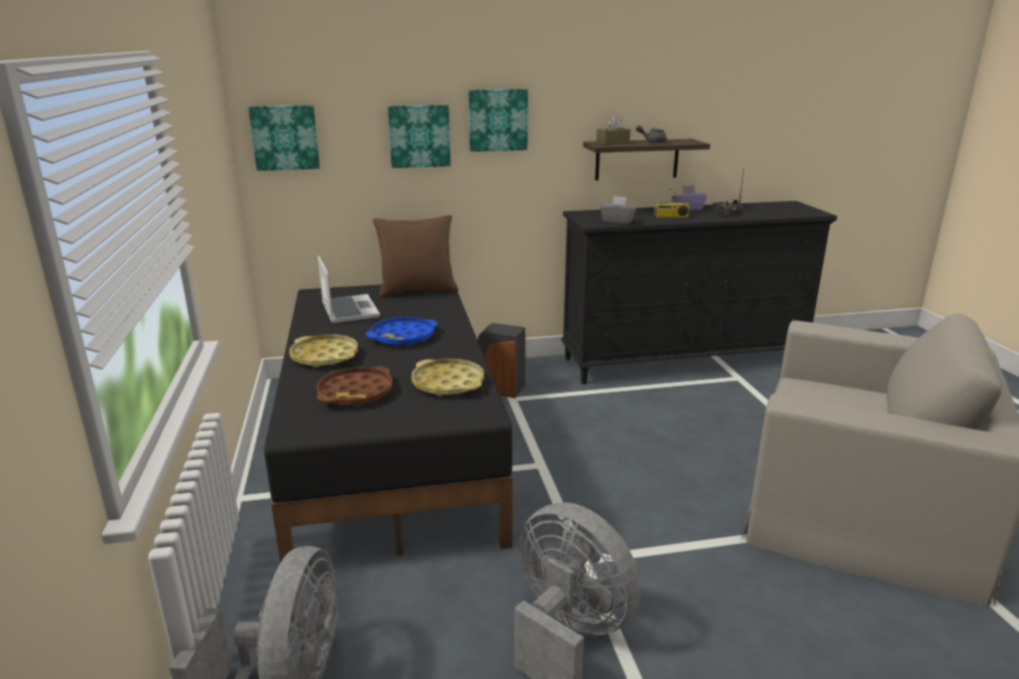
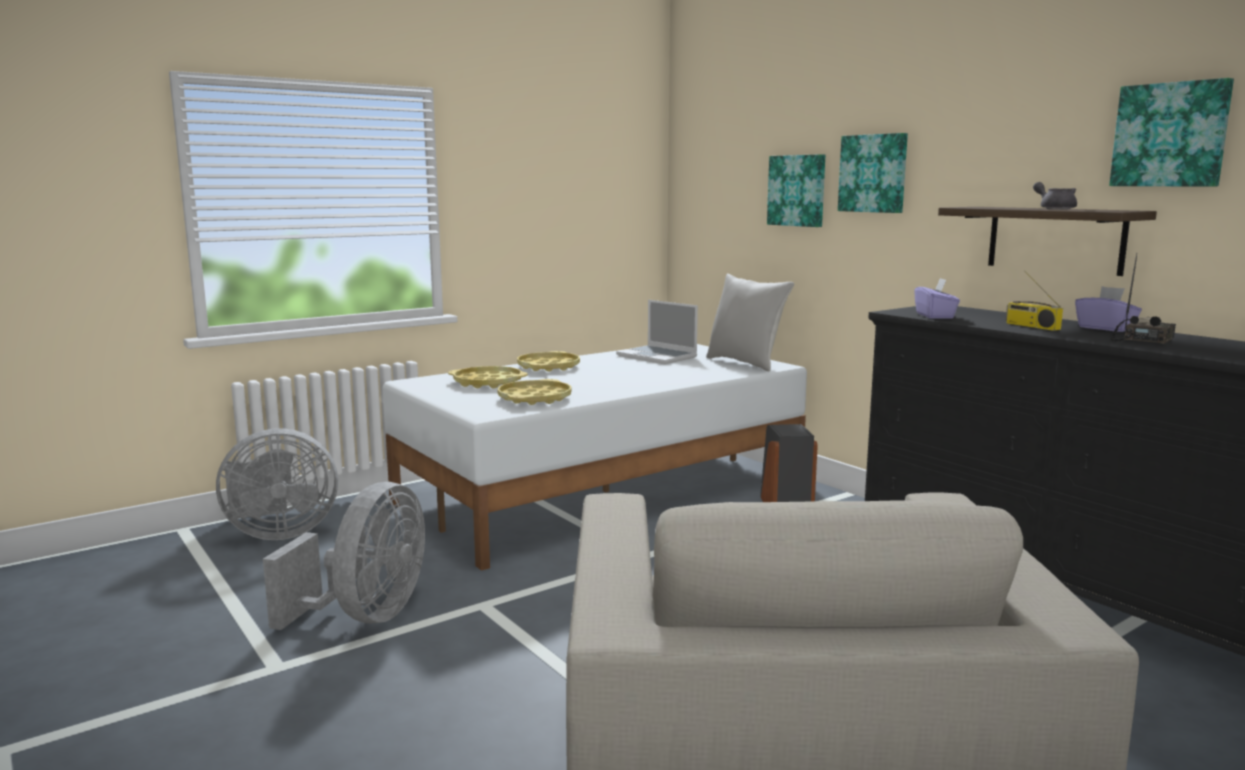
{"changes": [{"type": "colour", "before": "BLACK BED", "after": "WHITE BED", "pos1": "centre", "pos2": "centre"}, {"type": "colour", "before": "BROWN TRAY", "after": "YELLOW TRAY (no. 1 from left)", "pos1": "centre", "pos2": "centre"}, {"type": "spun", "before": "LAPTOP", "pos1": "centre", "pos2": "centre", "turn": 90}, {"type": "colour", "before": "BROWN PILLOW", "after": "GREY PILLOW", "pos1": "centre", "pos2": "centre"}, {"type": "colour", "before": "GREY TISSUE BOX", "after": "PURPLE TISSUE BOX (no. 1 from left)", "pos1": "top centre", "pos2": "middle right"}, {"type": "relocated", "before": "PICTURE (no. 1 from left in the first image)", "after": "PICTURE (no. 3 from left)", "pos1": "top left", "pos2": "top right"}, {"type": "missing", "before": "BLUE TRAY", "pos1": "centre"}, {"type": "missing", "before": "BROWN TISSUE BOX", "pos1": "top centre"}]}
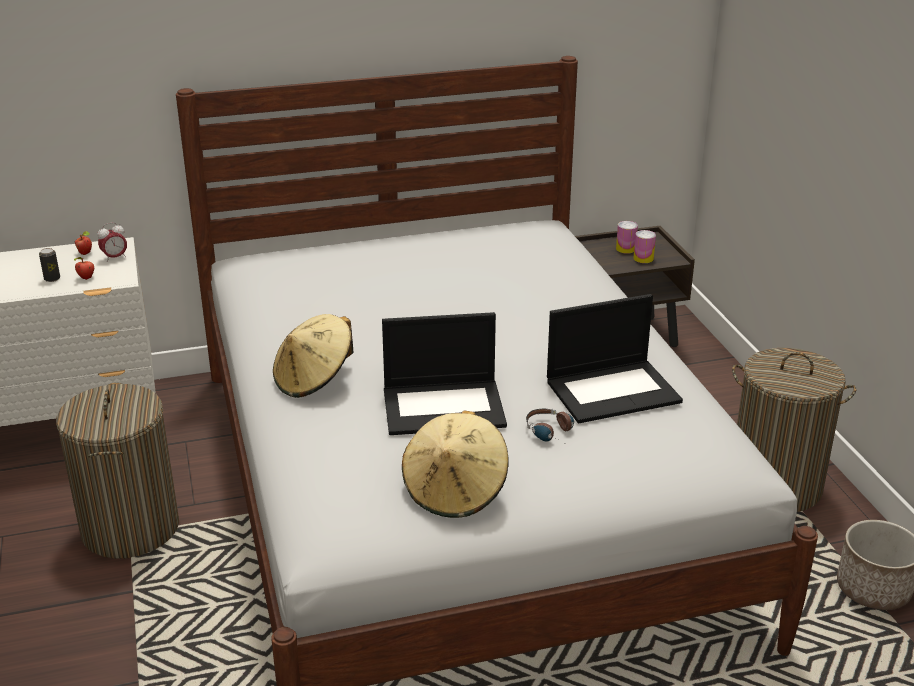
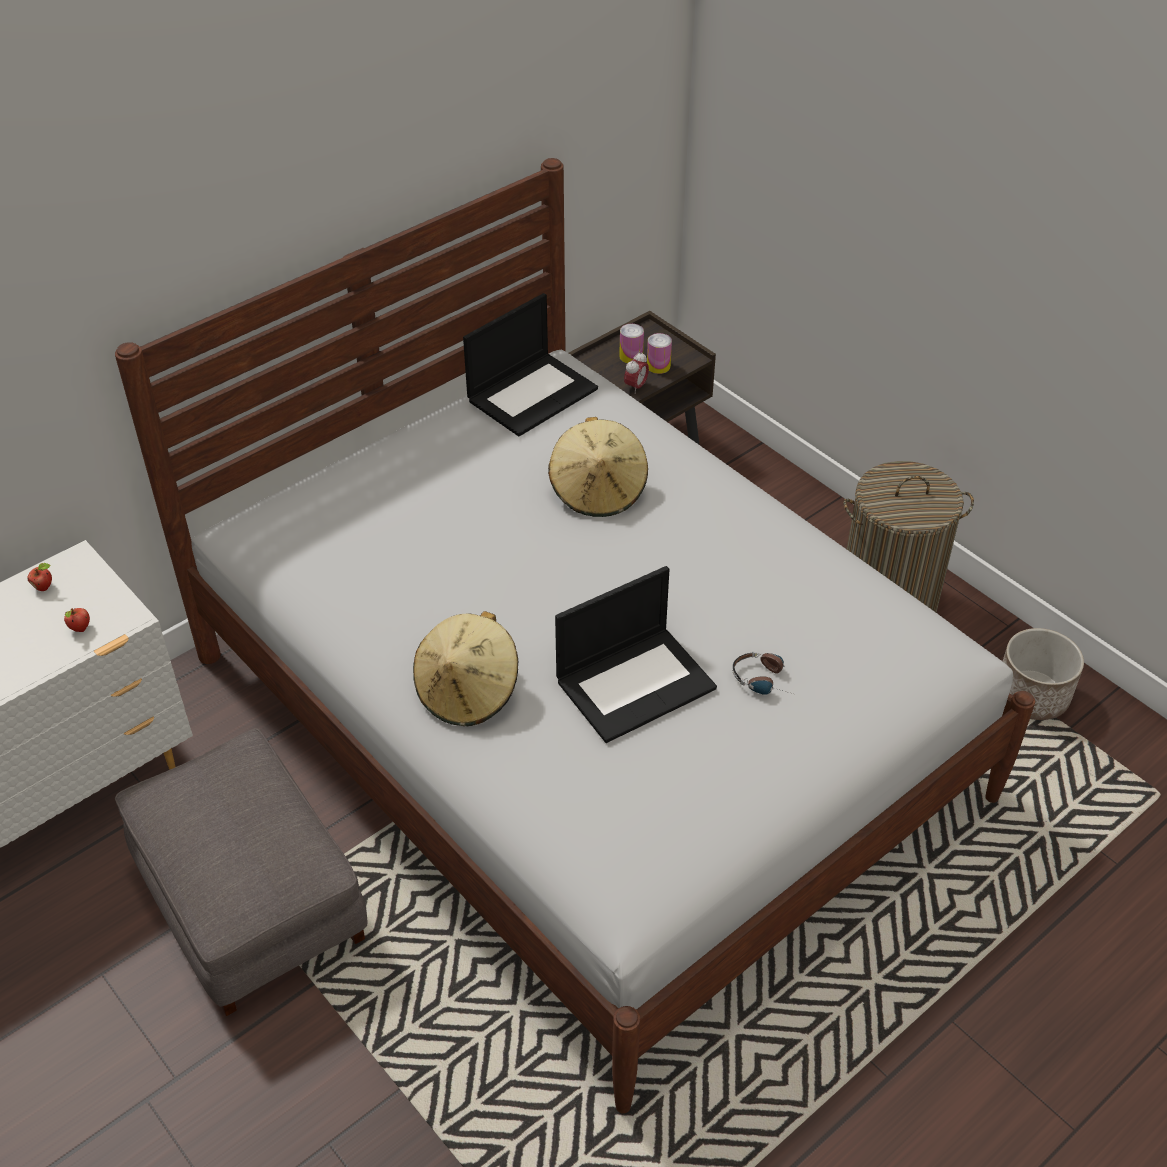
{"changes": [{"type": "exchanged", "before": "LAUNDRY BASKET (no. 1 from left)", "after": "GREY OTTOMAN", "pos1": "bottom left", "pos2": "bottom left"}, {"type": "relocated", "before": "LAPTOP (no. 2 from left in the first image)", "after": "LAPTOP (no. 1 from left)", "pos1": "middle right", "pos2": "top centre"}, {"type": "relocated", "before": "BEIGE HAT (no. 2 from left)", "pos1": "bottom centre", "pos2": "centre"}, {"type": "relocated", "before": "ALARM CLOCK", "pos1": "middle left", "pos2": "top centre"}, {"type": "missing", "before": "CAN (no. 1 from left)", "pos1": "middle left"}]}
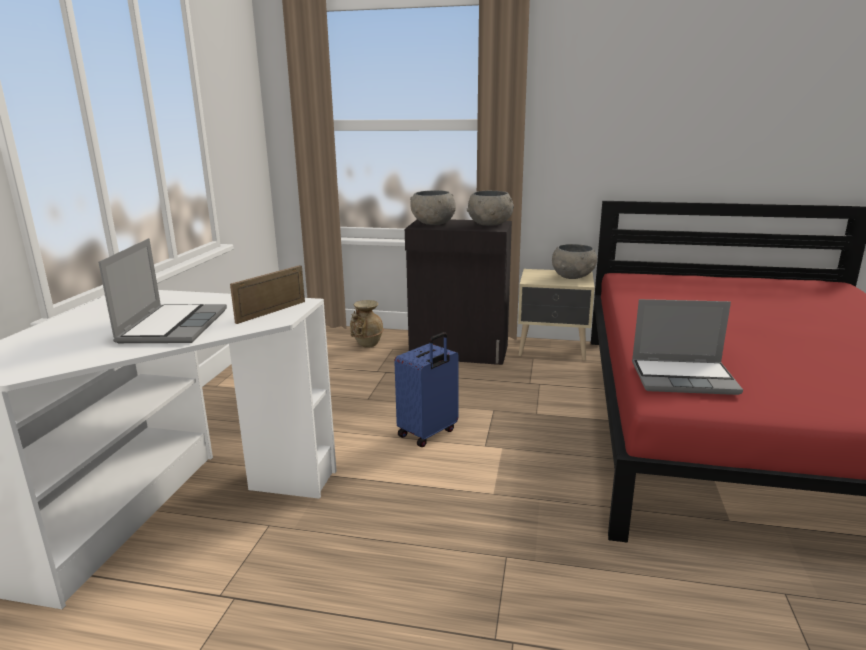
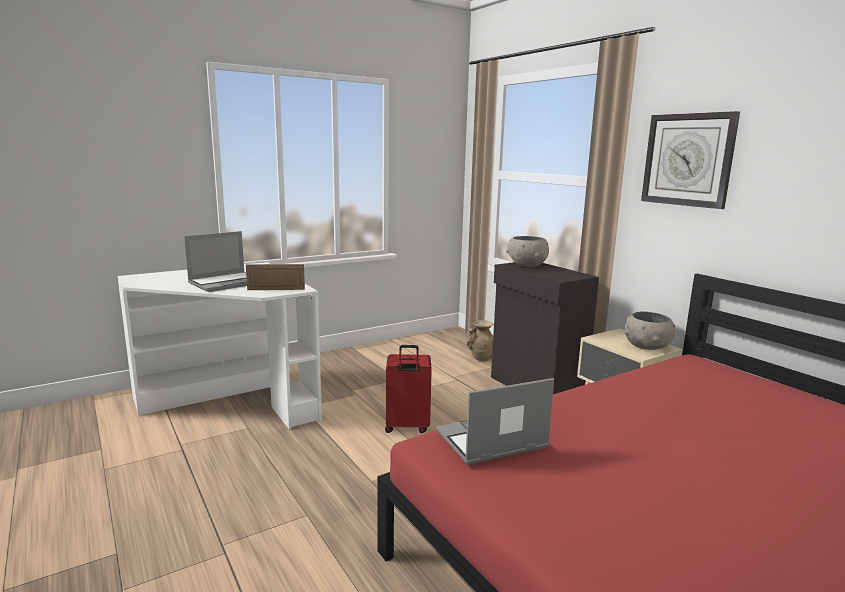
{"changes": [{"type": "colour", "before": "BLUE SUITCASE", "after": "RED SUITCASE", "pos1": "centre", "pos2": "centre"}, {"type": "spun", "before": "LAPTOP (no. 2 from left)", "pos1": "middle right", "pos2": "bottom centre", "turn": 105}, {"type": "appeared", "after": "WALL CLOCK", "pos2": "top right"}, {"type": "missing", "before": "GREY BOWL (no. 2 from left)", "pos1": "top centre"}]}
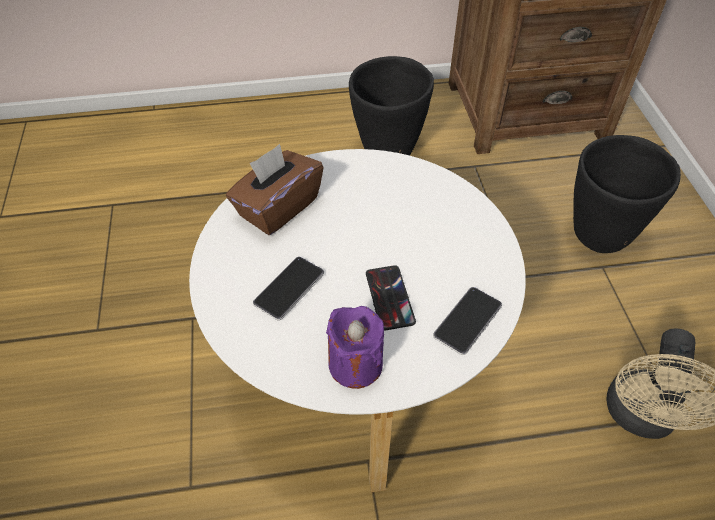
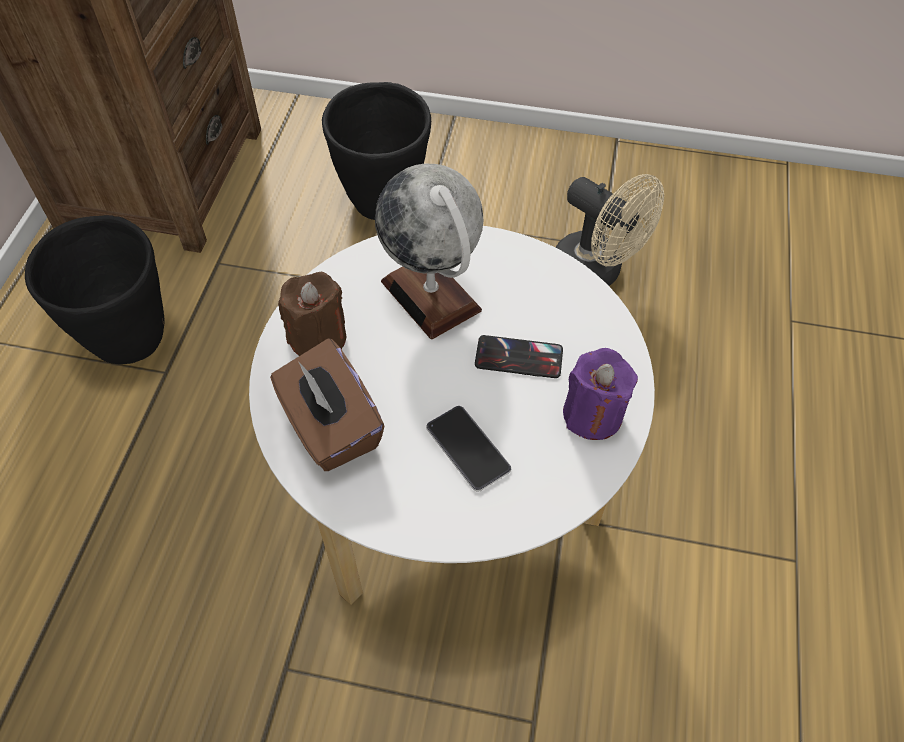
{"changes": [{"type": "appeared", "after": "BROWN CANDLE", "pos2": "centre"}, {"type": "appeared", "after": "GLOBE", "pos2": "centre"}, {"type": "missing", "before": "PHONE (no. 3 from left)", "pos1": "centre"}]}
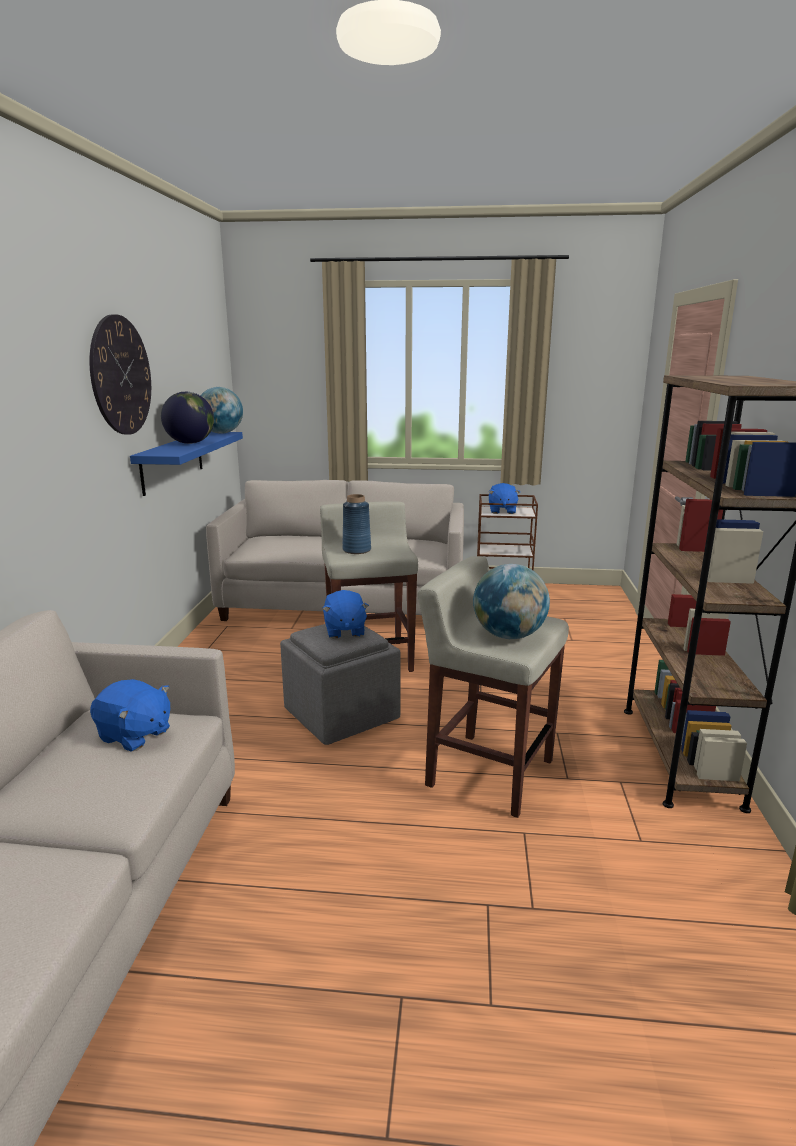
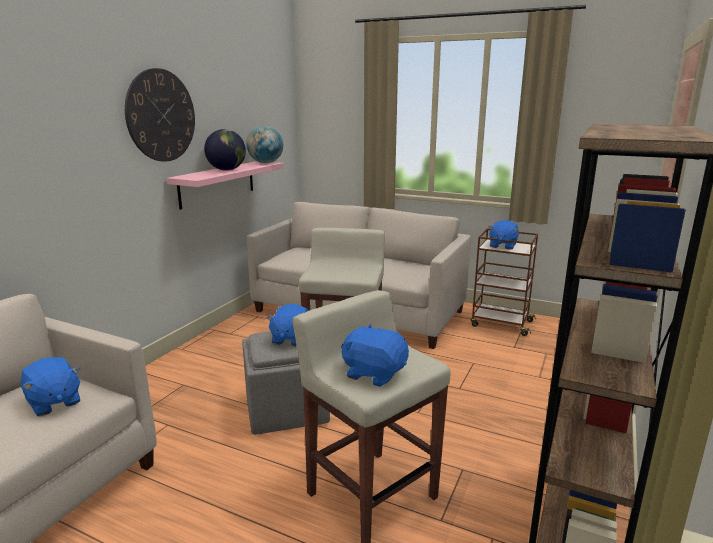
{"changes": [{"type": "colour", "before": "BLUE SHELF", "after": "PINK SHELF", "pos1": "middle left", "pos2": "middle left"}, {"type": "exchanged", "before": "GLOBE (no. 3 from left)", "after": "BLUE PLUSH TOY (no. 3 from left)", "pos1": "centre", "pos2": "centre"}, {"type": "missing", "before": "BLUE VASE", "pos1": "centre"}]}
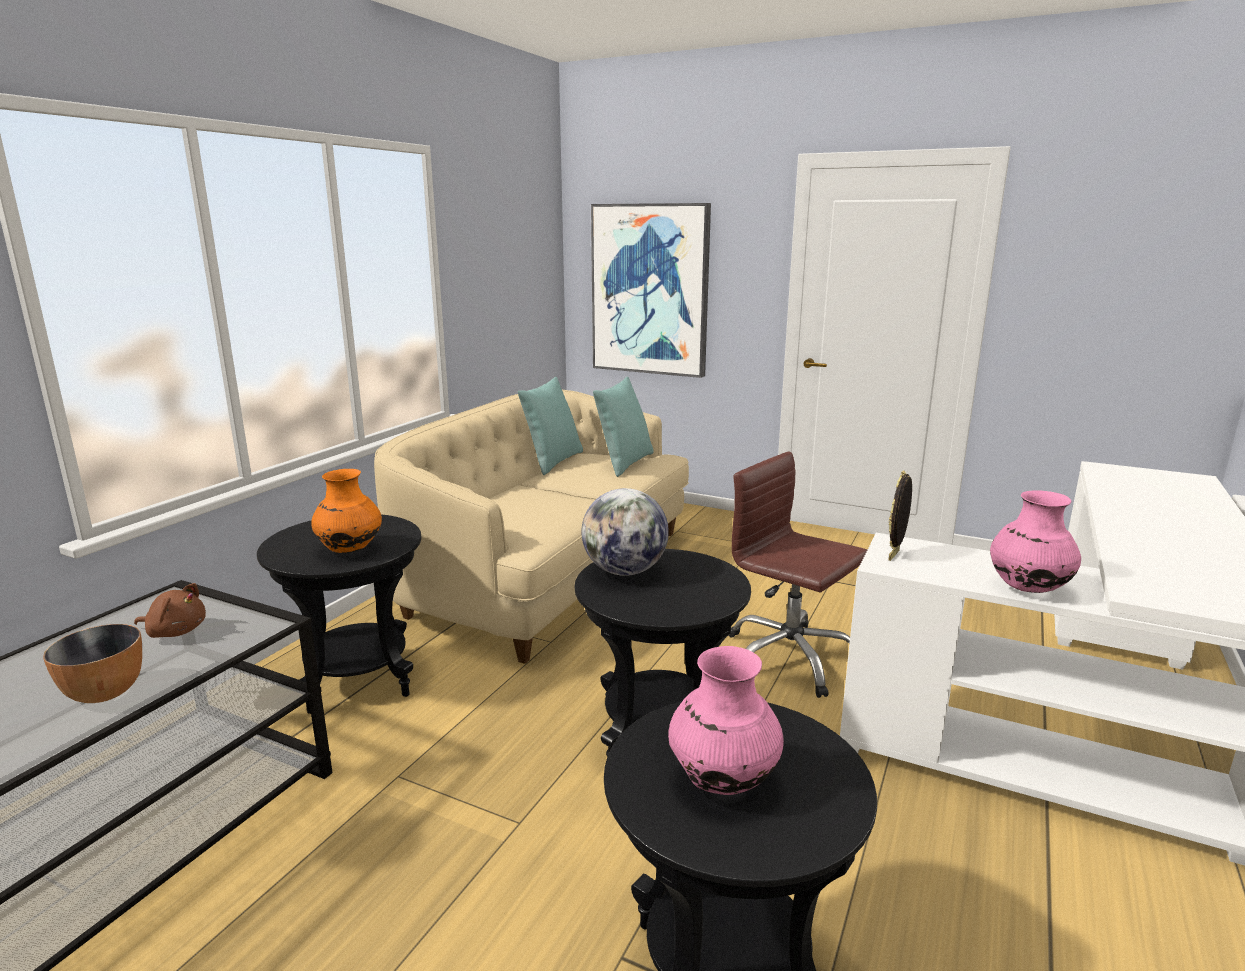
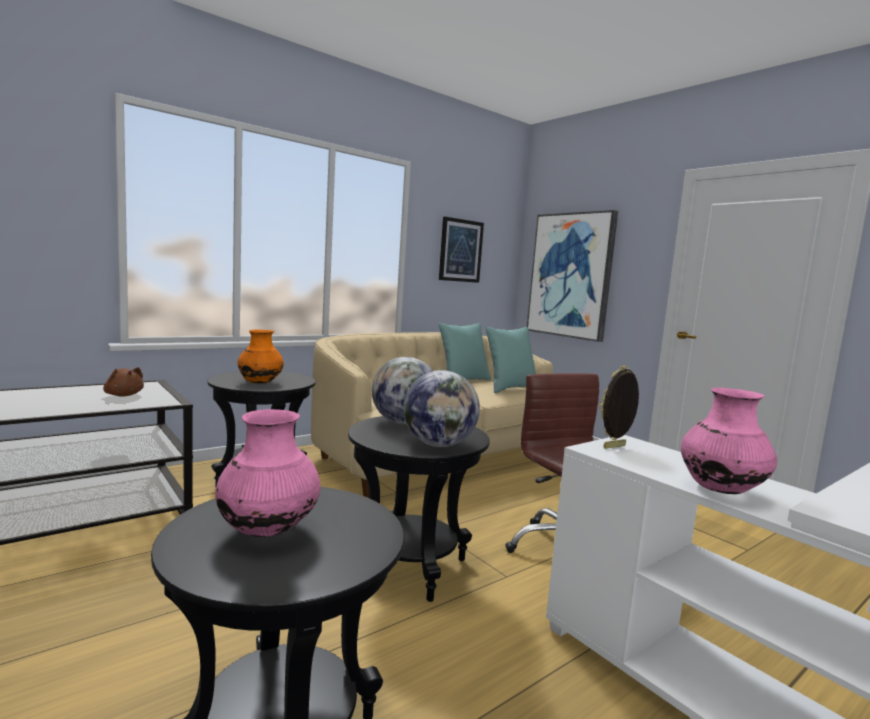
{"changes": [{"type": "appeared", "after": "GLOBE (no. 2 from left)", "pos2": "centre"}, {"type": "appeared", "after": "PICTURE (no. 1 from left)", "pos2": "centre"}, {"type": "missing", "before": "BOWL", "pos1": "bottom left"}]}
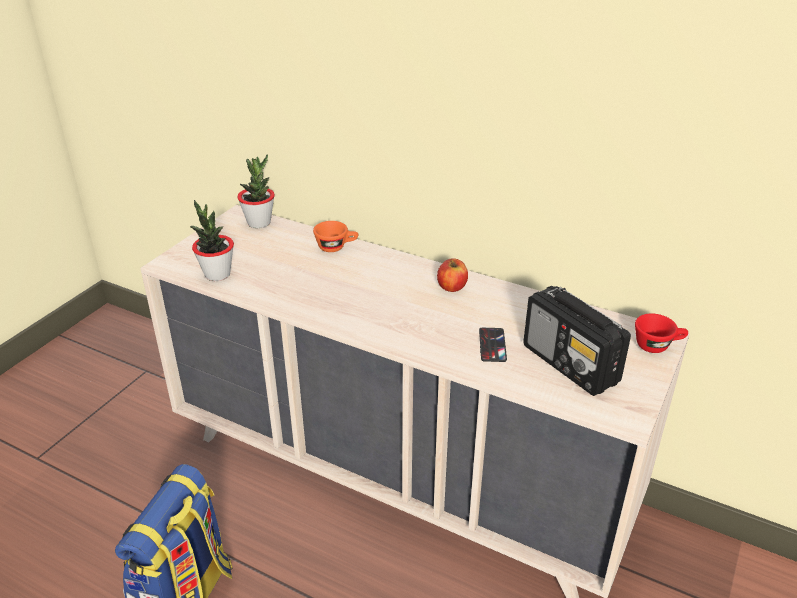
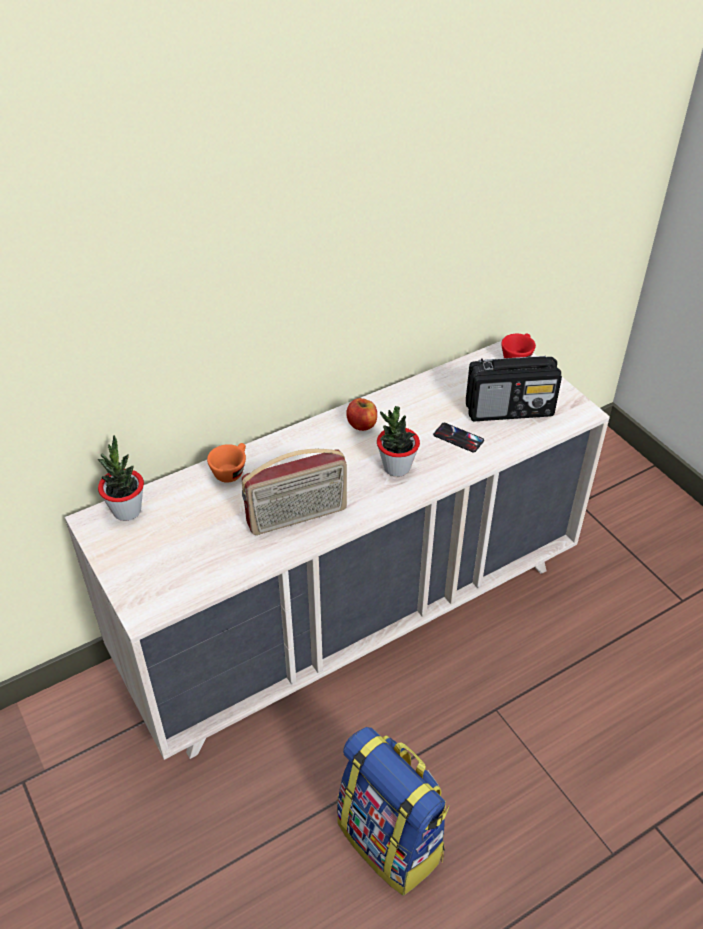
{"changes": [{"type": "appeared", "after": "RADIO (no. 1 from left)", "pos2": "centre"}, {"type": "relocated", "before": "POTTED PLANT (no. 1 from left in the first image)", "after": "POTTED PLANT (no. 2 from left)", "pos1": "middle left", "pos2": "centre"}]}
